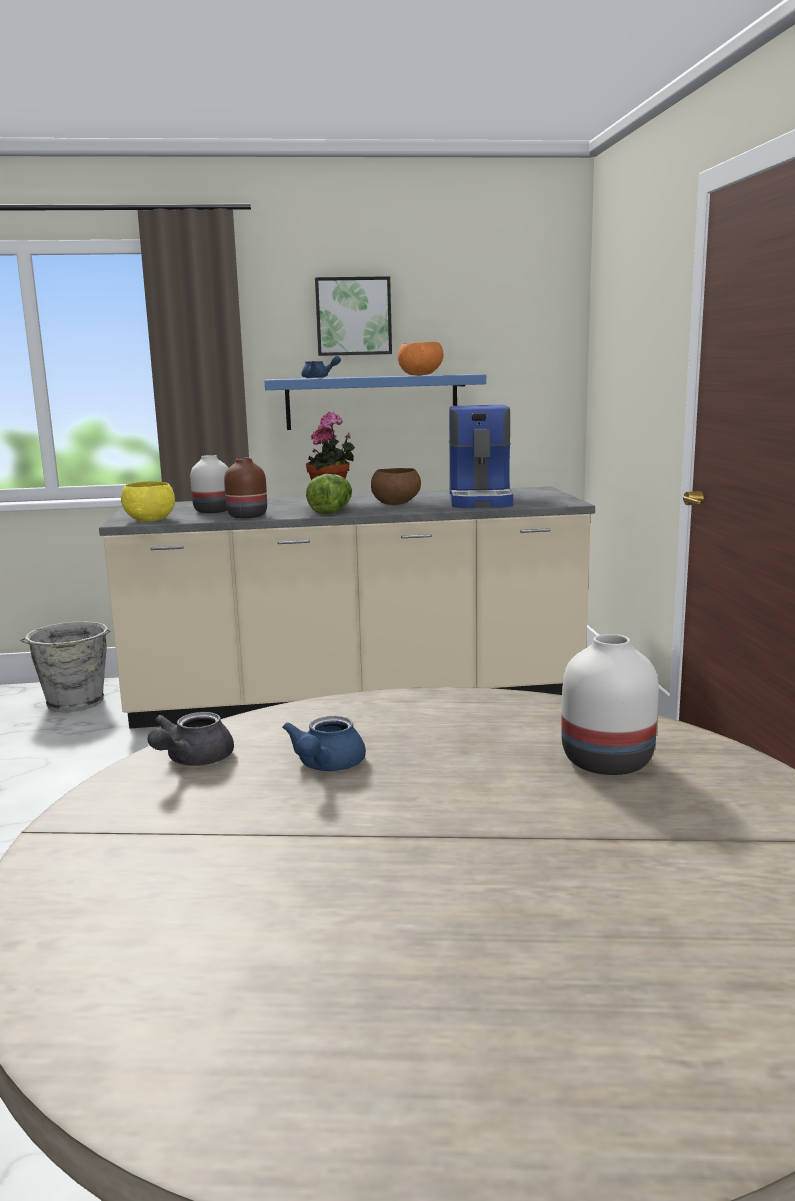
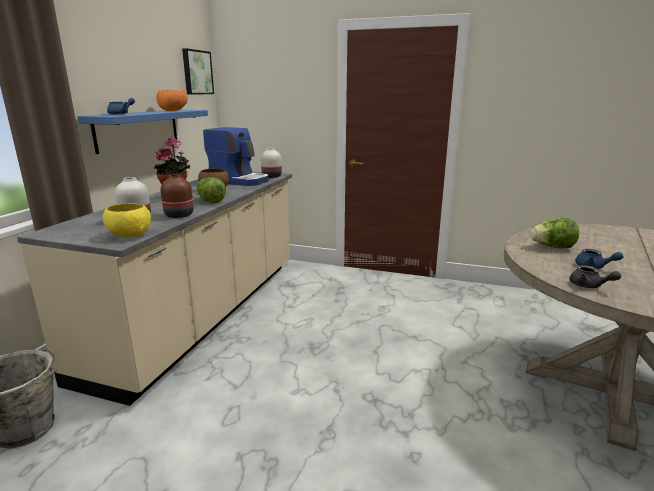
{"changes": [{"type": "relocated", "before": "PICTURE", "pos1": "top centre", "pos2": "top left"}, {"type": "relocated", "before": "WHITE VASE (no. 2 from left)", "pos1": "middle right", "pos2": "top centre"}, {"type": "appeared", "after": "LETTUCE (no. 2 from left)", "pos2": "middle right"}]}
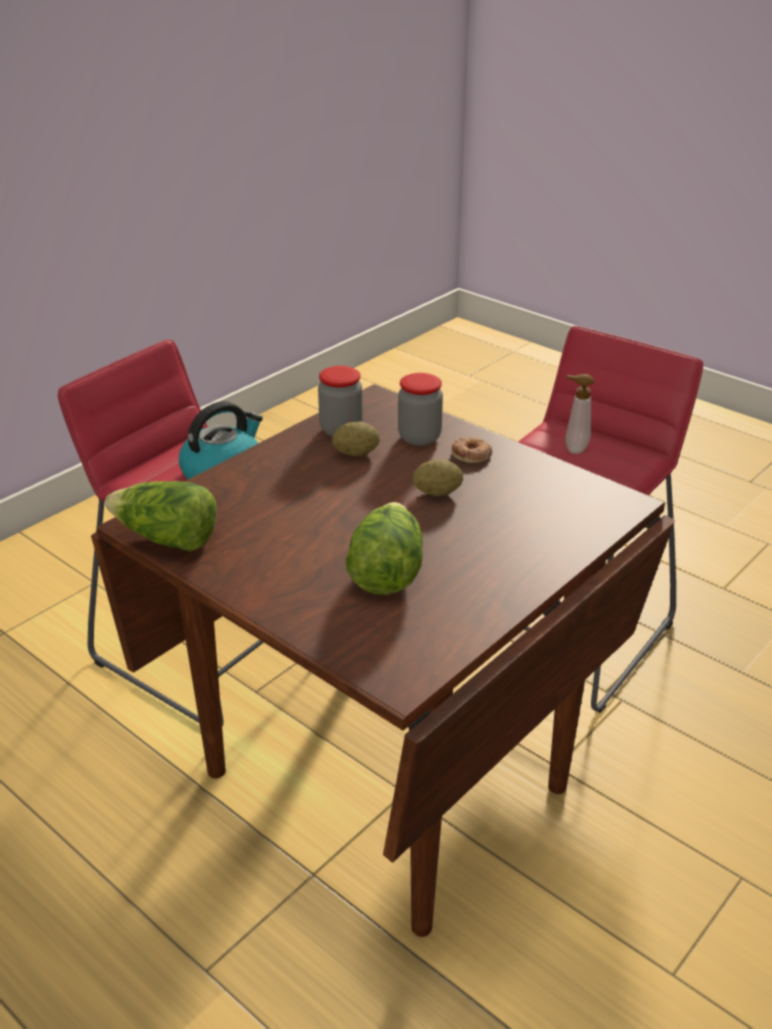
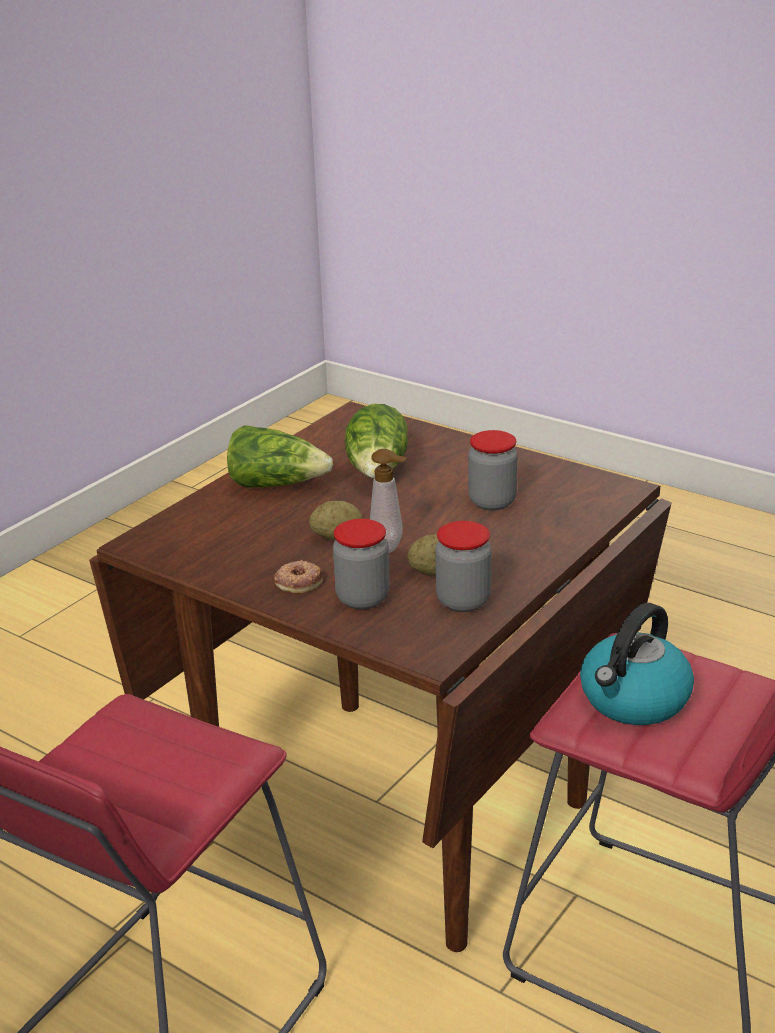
{"changes": [{"type": "relocated", "before": "LETTUCE (no. 1 from left)", "pos1": "middle left", "pos2": "centre"}, {"type": "relocated", "before": "SOAP DISPENSER", "pos1": "middle right", "pos2": "centre"}, {"type": "appeared", "after": "JAR (no. 3 from left)", "pos2": "centre"}]}
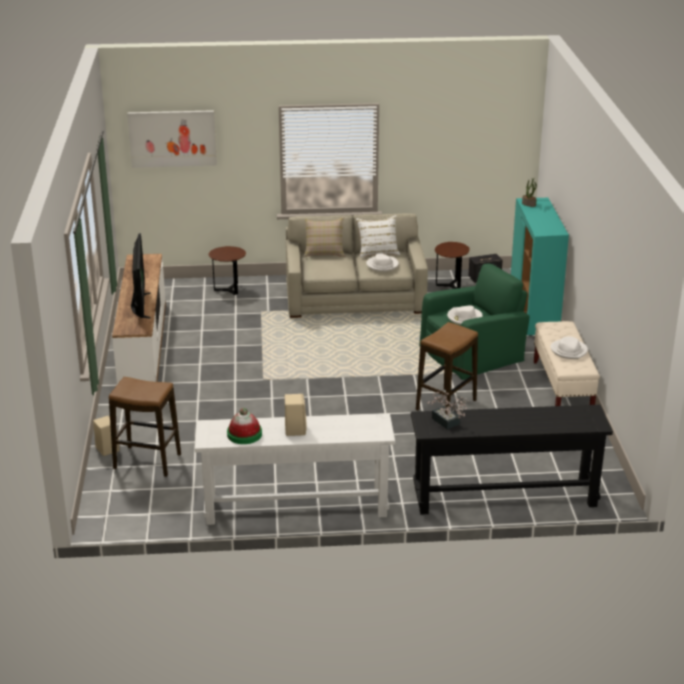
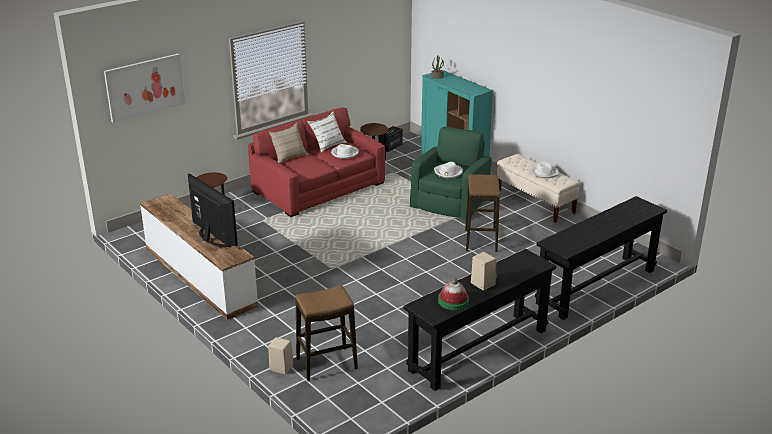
{"changes": [{"type": "colour", "before": "BEIGE SOFA", "after": "RED SOFA", "pos1": "centre", "pos2": "centre"}, {"type": "colour", "before": "WHITE CONSOLE TABLE", "after": "BLACK CONSOLE TABLE (no. 1 from left)", "pos1": "bottom centre", "pos2": "bottom centre"}, {"type": "missing", "before": "POTTED PLANT (no. 1 from left)", "pos1": "centre"}]}
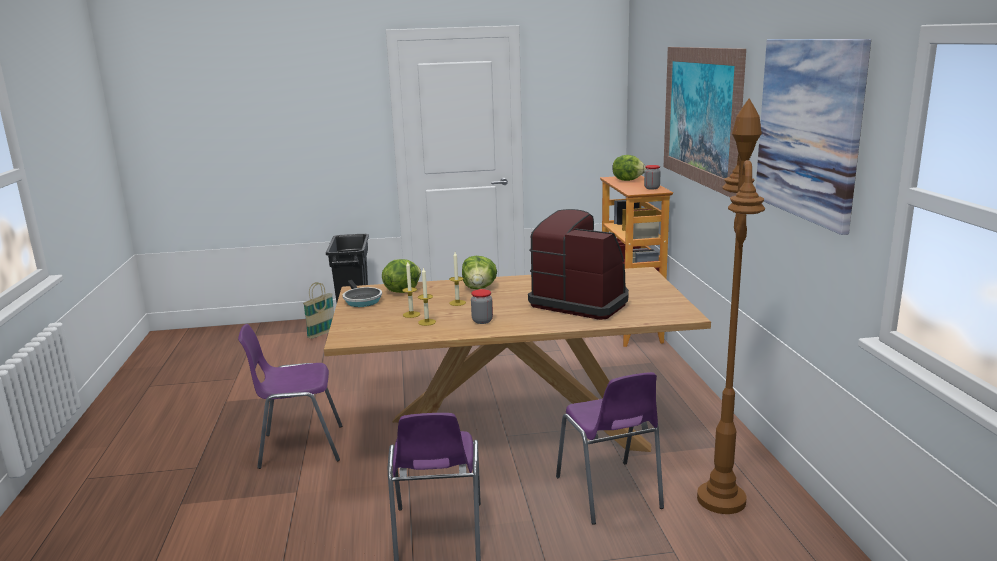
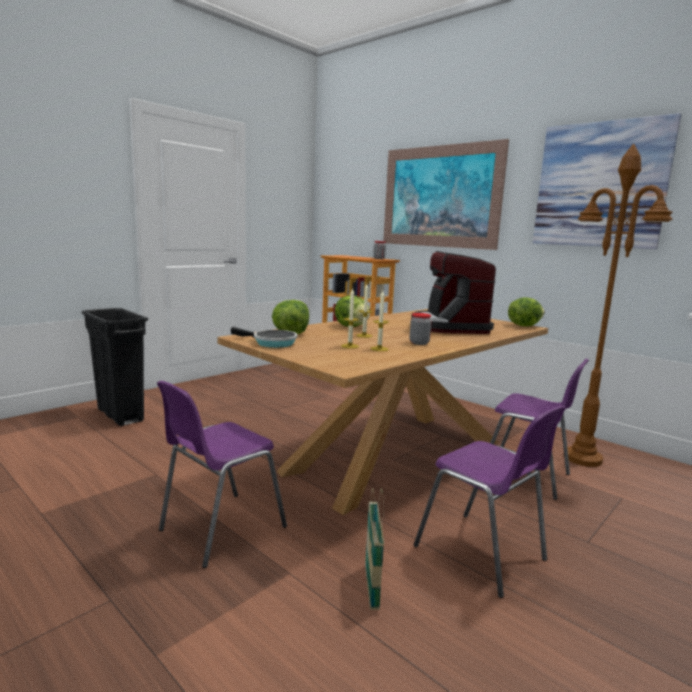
{"changes": [{"type": "relocated", "before": "BASKET", "pos1": "middle left", "pos2": "bottom centre"}, {"type": "spun", "before": "COFFEE MACHINE", "pos1": "centre", "pos2": "centre", "turn": -90}, {"type": "relocated", "before": "LETTUCE (no. 3 from left)", "pos1": "top centre", "pos2": "middle right"}]}
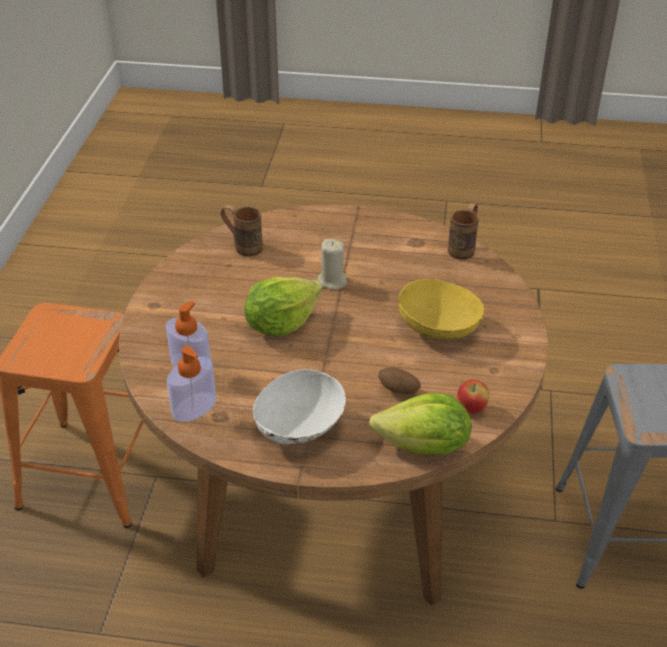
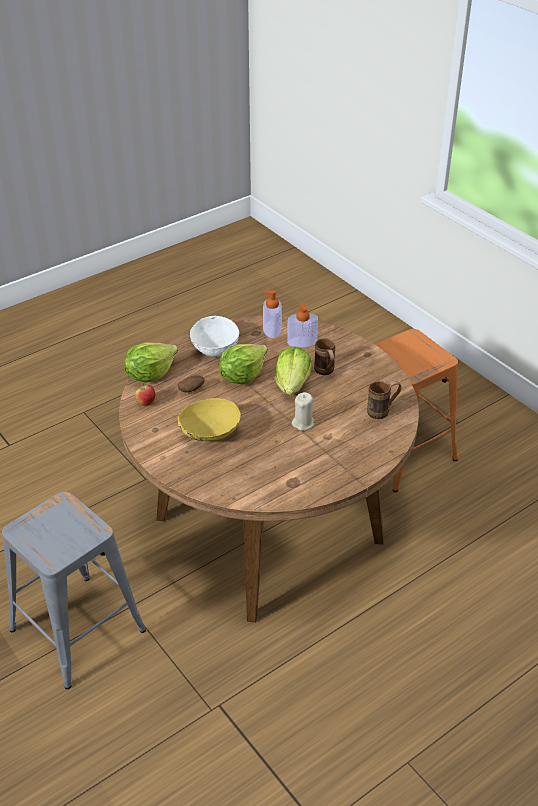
{"changes": [{"type": "appeared", "after": "LETTUCE (no. 2 from left)", "pos2": "centre"}, {"type": "relocated", "before": "BROWN MUG (no. 2 from left in the first image)", "after": "BROWN MUG (no. 1 from left)", "pos1": "middle right", "pos2": "centre"}]}
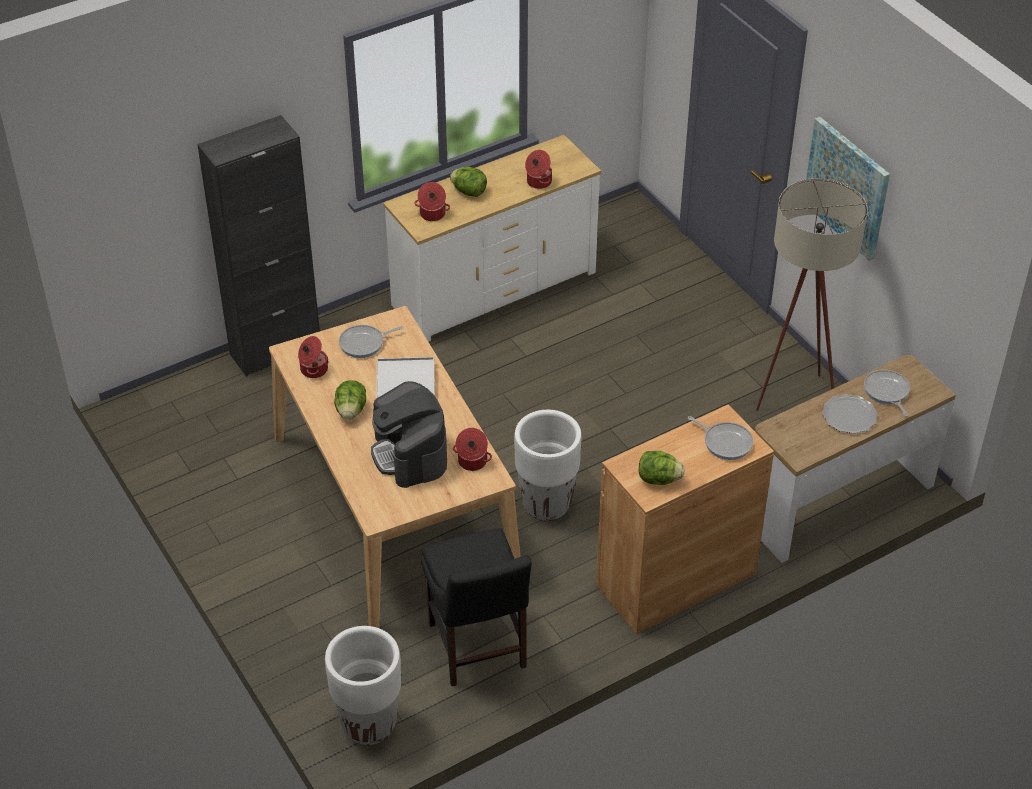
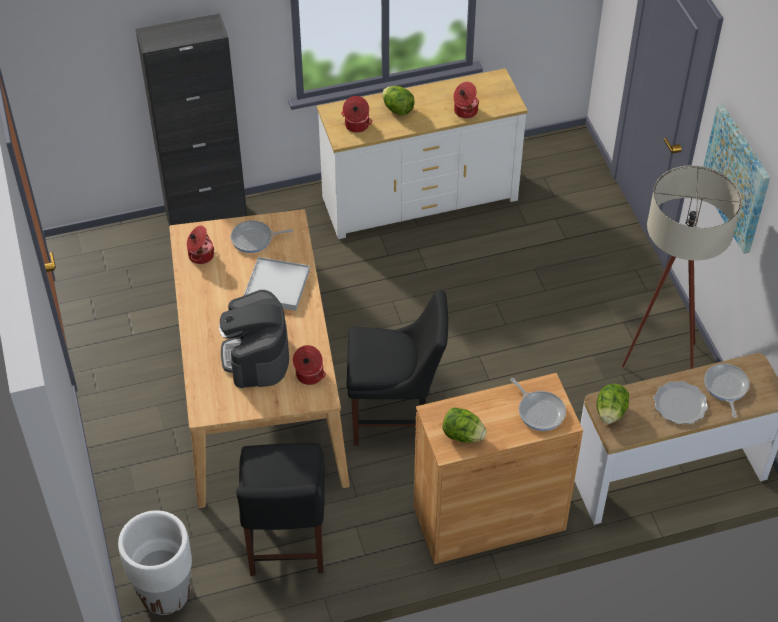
{"changes": [{"type": "exchanged", "before": "WHITE PLANTER (no. 2 from left)", "after": "BLACK CHAIR (no. 2 from left)", "pos1": "centre", "pos2": "centre"}, {"type": "relocated", "before": "LETTUCE (no. 1 from left in the first image)", "after": "LETTUCE (no. 3 from left)", "pos1": "centre", "pos2": "middle right"}]}
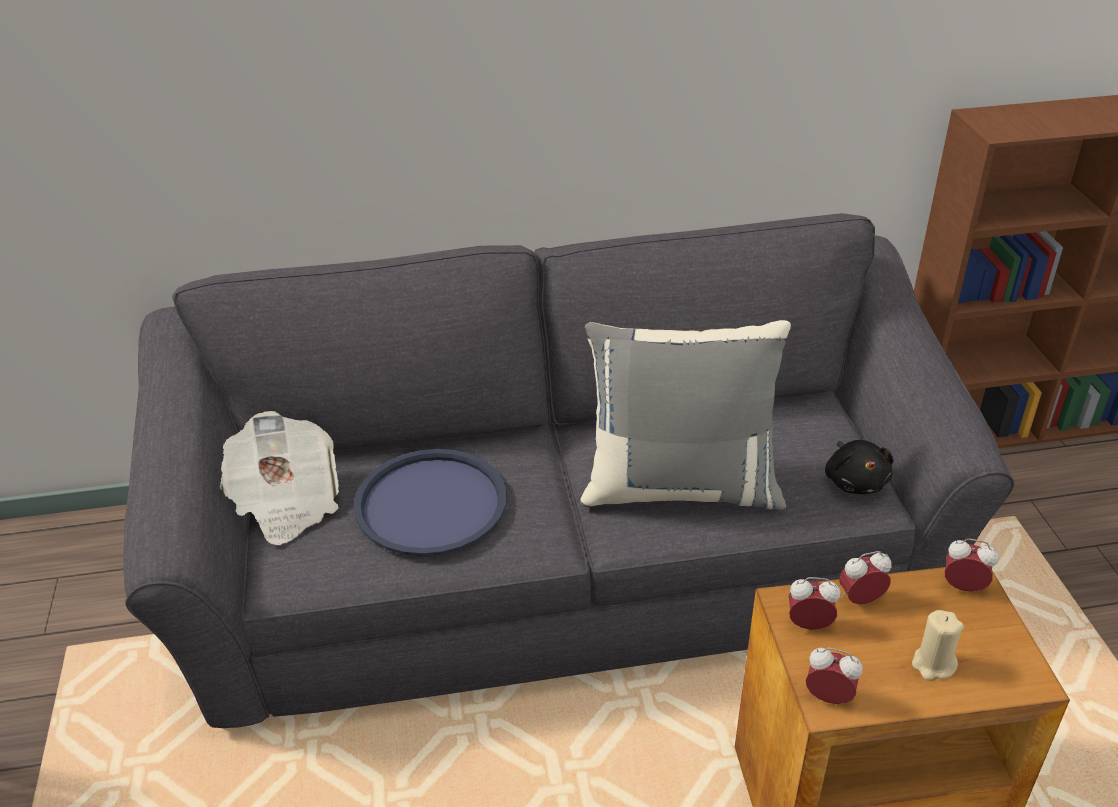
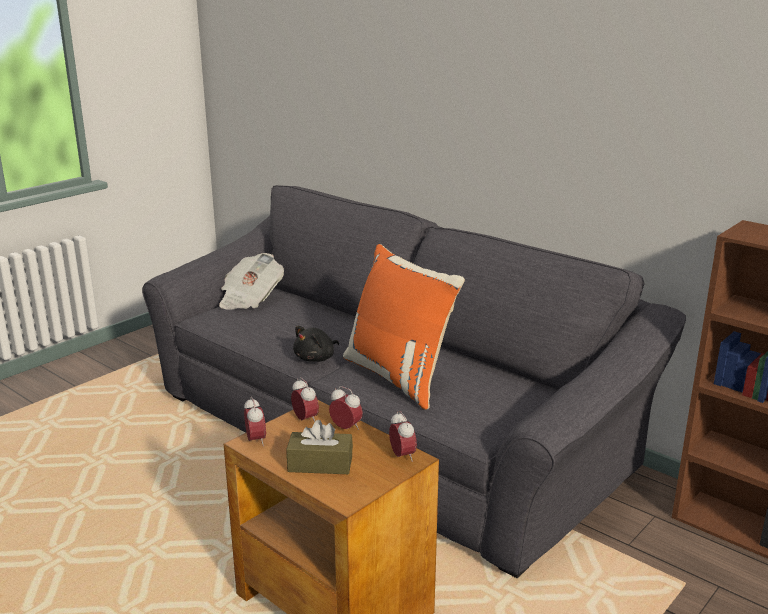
{"changes": [{"type": "exchanged", "before": "BEIGE CANDLE", "after": "BROWN TISSUE BOX", "pos1": "bottom right", "pos2": "bottom centre"}, {"type": "relocated", "before": "BLACK PLUSH TOY", "pos1": "middle right", "pos2": "centre"}, {"type": "colour", "before": "GREY PILLOW", "after": "ORANGE PILLOW", "pos1": "centre", "pos2": "centre"}, {"type": "missing", "before": "BLUE TRAY", "pos1": "centre"}]}
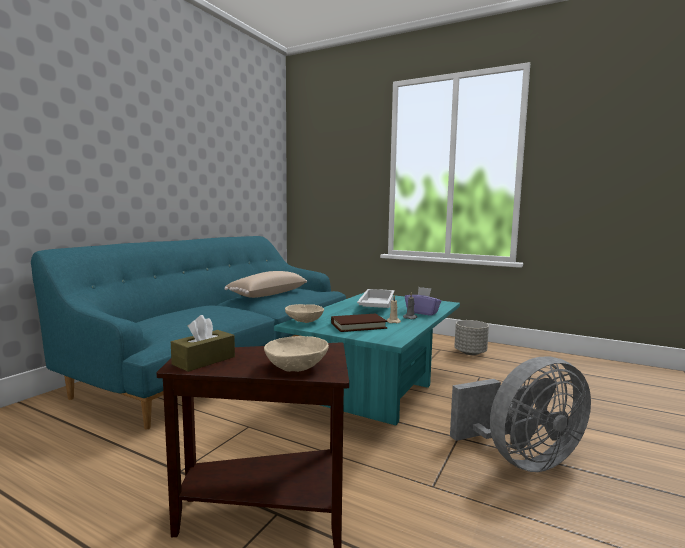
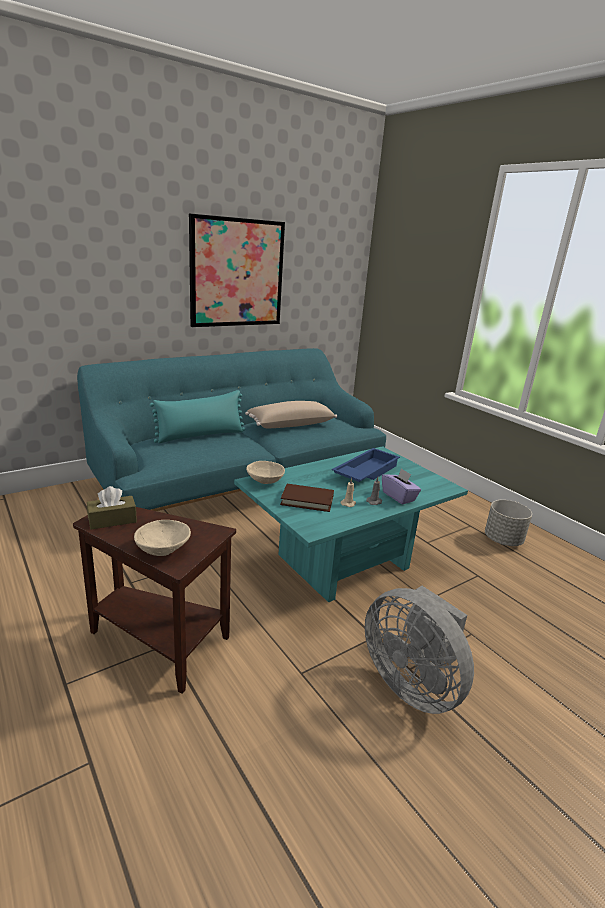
{"changes": [{"type": "appeared", "after": "TURQUOISE PILLOW", "pos2": "middle left"}, {"type": "appeared", "after": "PICTURE", "pos2": "top centre"}, {"type": "colour", "before": "WHITE TRAY", "after": "BLUE TRAY", "pos1": "centre", "pos2": "centre"}, {"type": "spun", "before": "GREY FAN", "pos1": "bottom right", "pos2": "bottom right", "turn": 45}]}
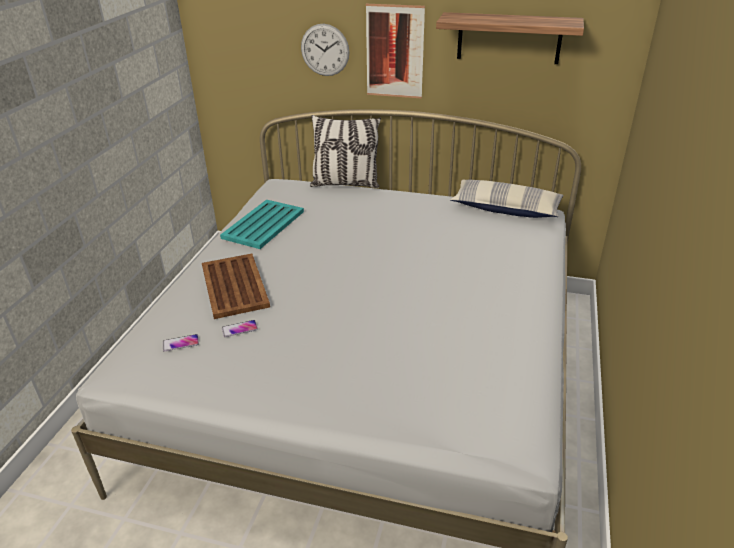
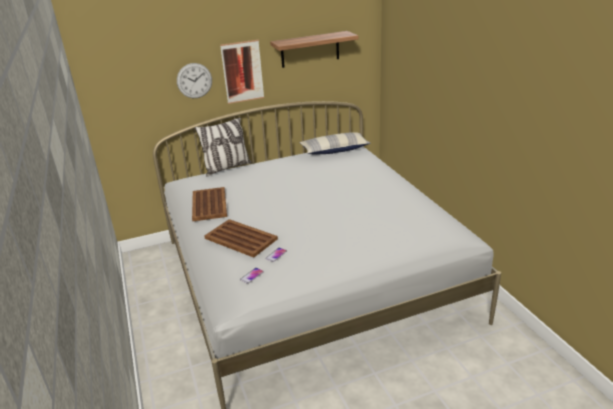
{"changes": [{"type": "colour", "before": "TURQUOISE TRAY", "after": "BROWN TRAY (no. 1 from left)", "pos1": "centre", "pos2": "centre"}]}
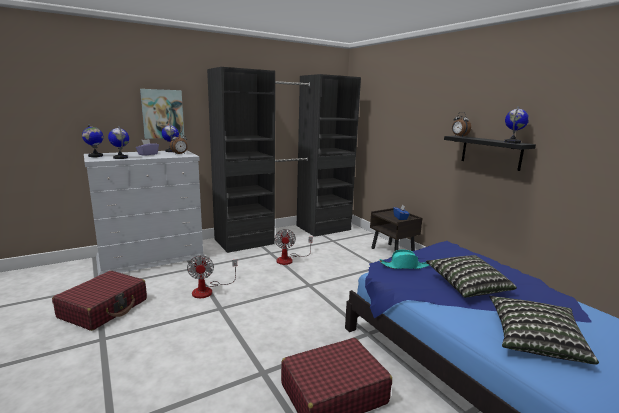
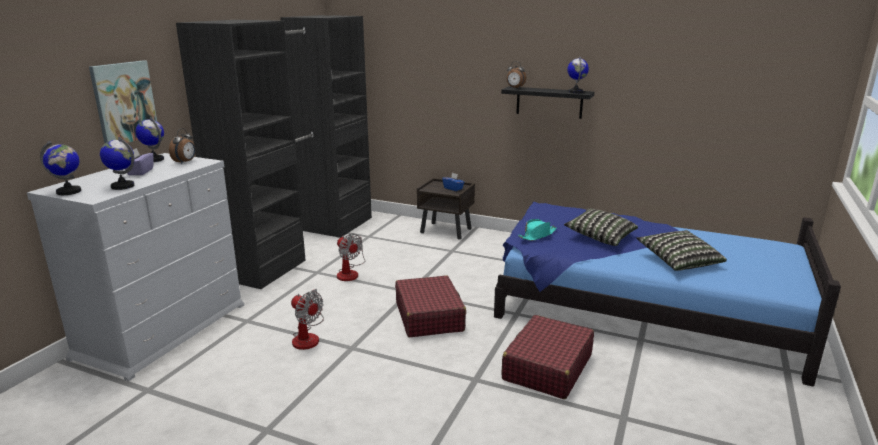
{"changes": [{"type": "relocated", "before": "RED SUITCASE (no. 1 from left)", "pos1": "bottom left", "pos2": "bottom centre"}]}
